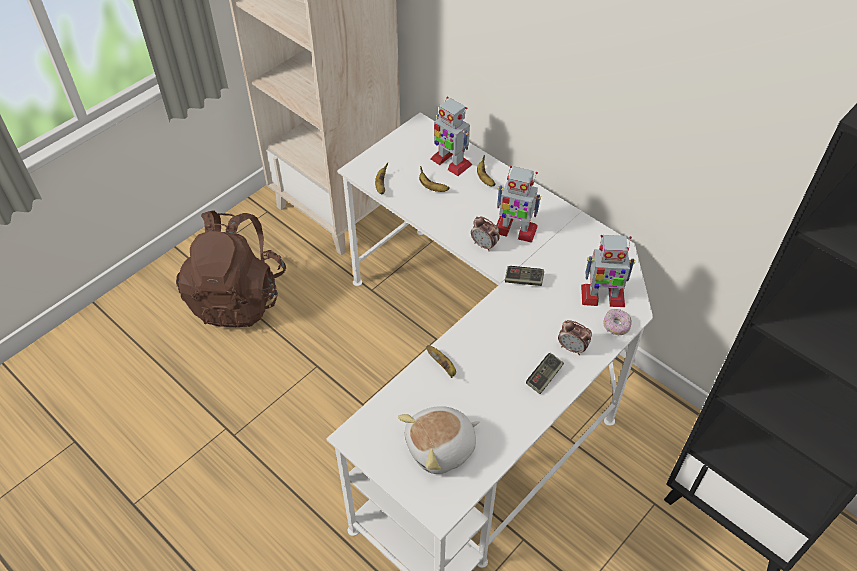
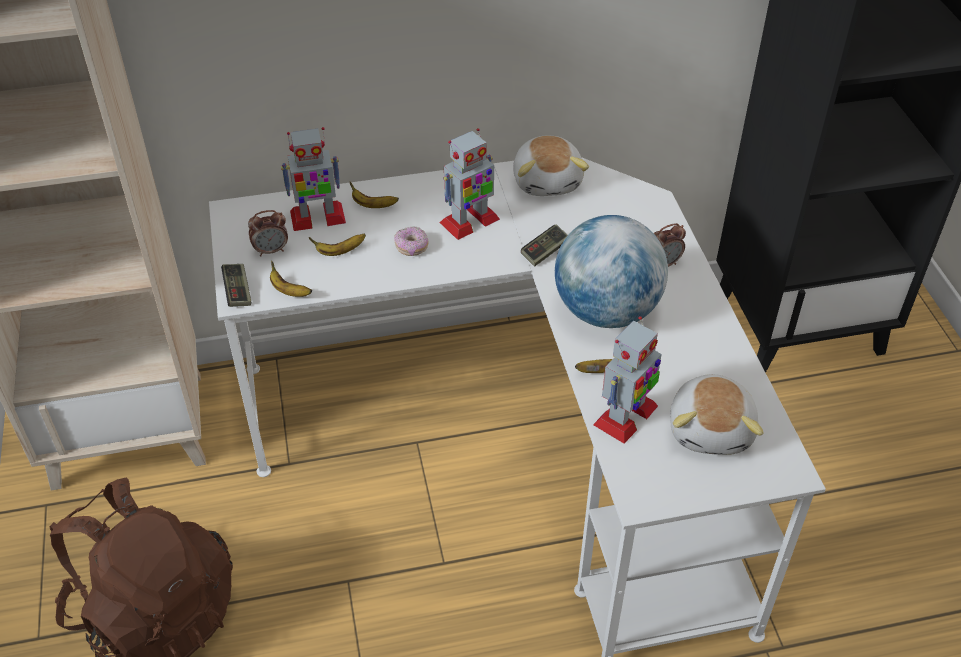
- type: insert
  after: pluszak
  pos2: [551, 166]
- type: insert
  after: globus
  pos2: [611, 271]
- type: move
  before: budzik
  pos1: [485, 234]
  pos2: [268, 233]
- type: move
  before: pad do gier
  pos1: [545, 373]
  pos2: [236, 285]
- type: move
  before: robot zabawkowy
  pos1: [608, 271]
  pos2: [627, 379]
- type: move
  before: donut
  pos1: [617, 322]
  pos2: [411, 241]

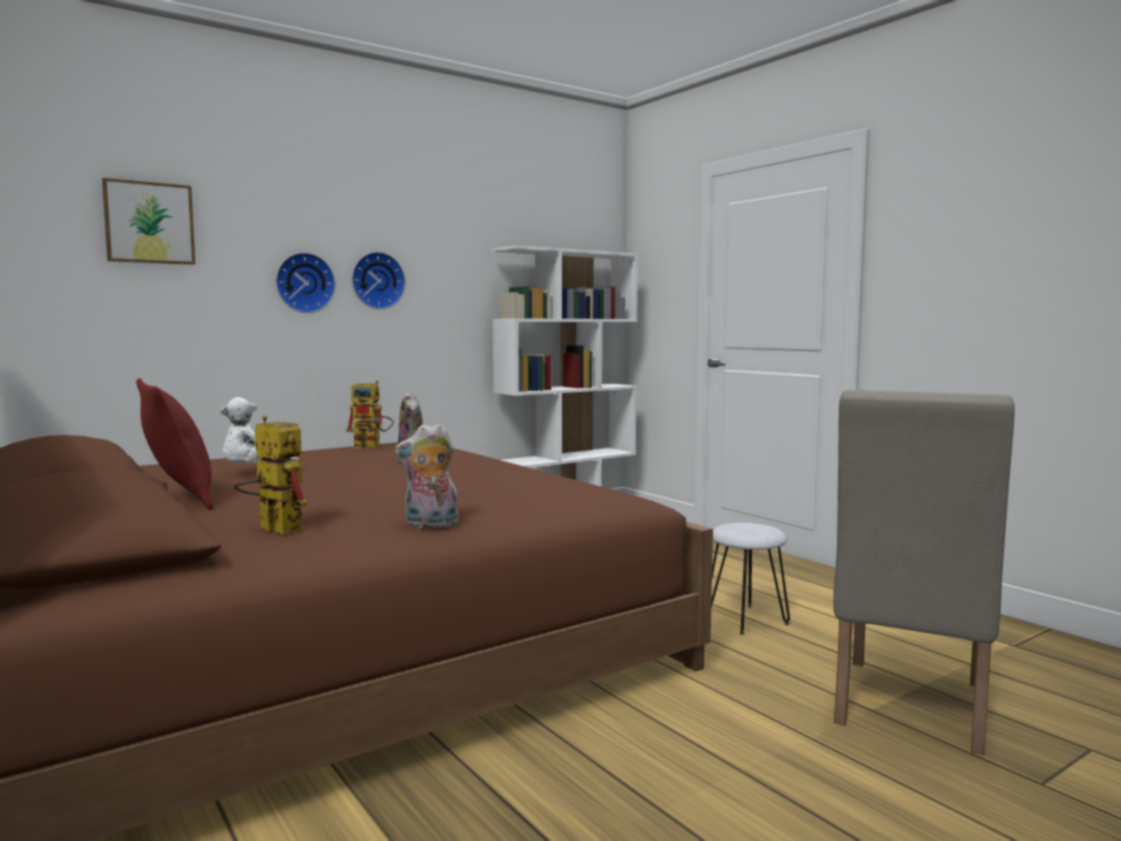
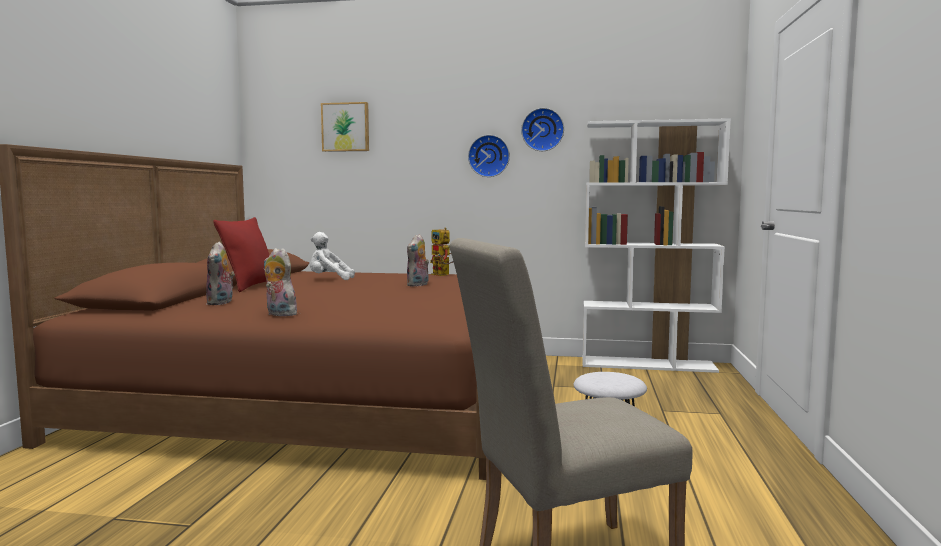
- type: move
  before: zegar ścienny
  pos1: [306, 282]
  pos2: [542, 129]
- type: replace
  before: robot zabawkowy
  after: pluszak
  pos1: [271, 475]
  pos2: [220, 273]

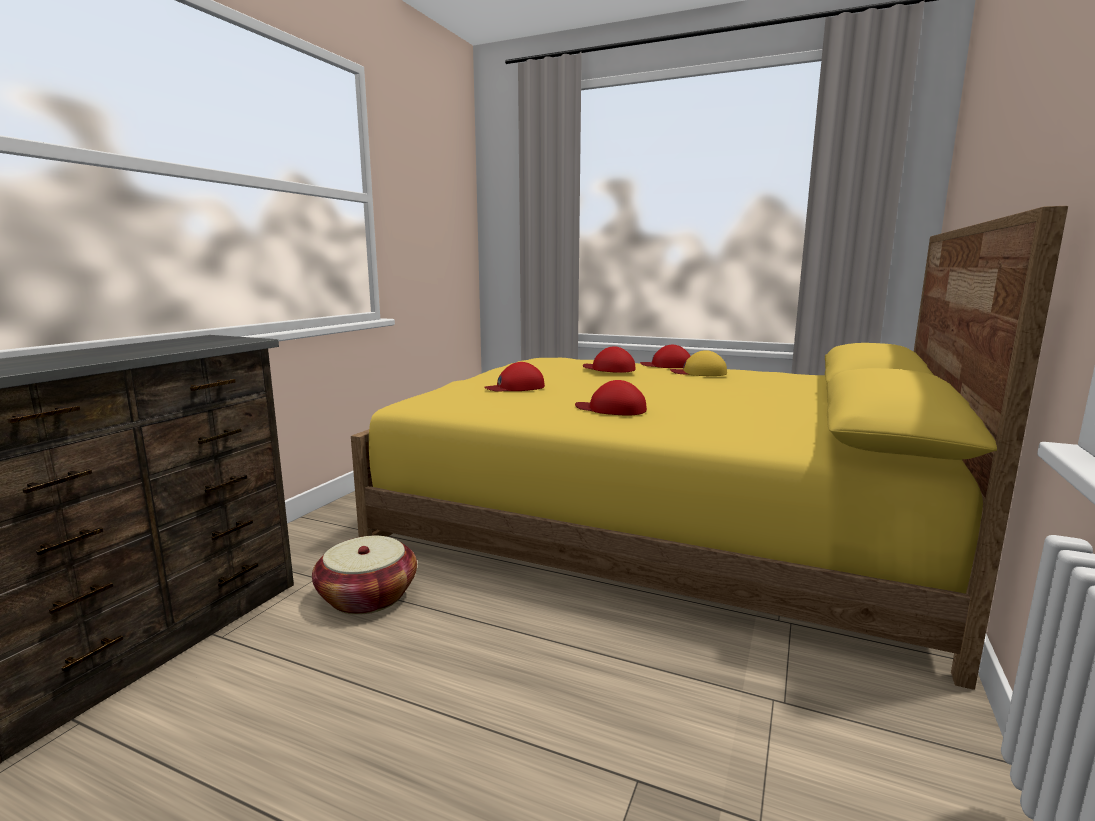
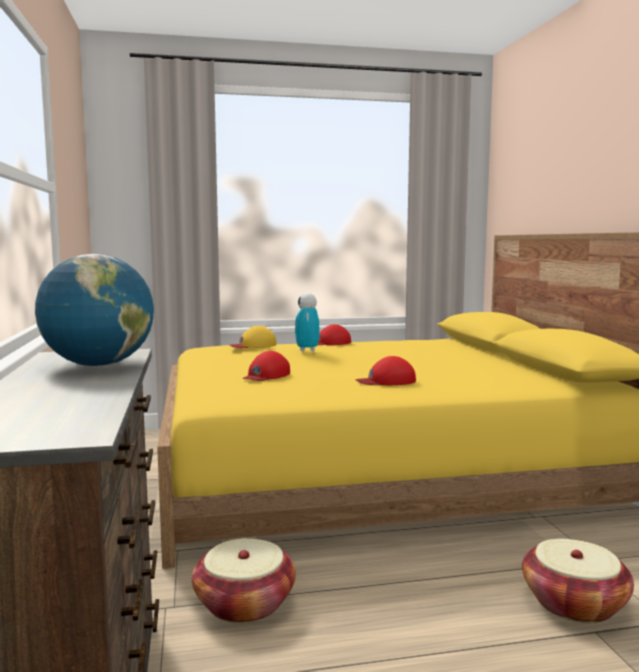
- type: insert
  after: globus
  pos2: [94, 310]
- type: insert
  after: koszyk
  pos2: [578, 581]
- type: move
  before: czapka z daszkiem/żółty
  pos1: [698, 363]
  pos2: [253, 337]
- type: replace
  before: czapka z daszkiem/czerwony
  after: robot zabawkowy
  pos1: [609, 359]
  pos2: [307, 322]

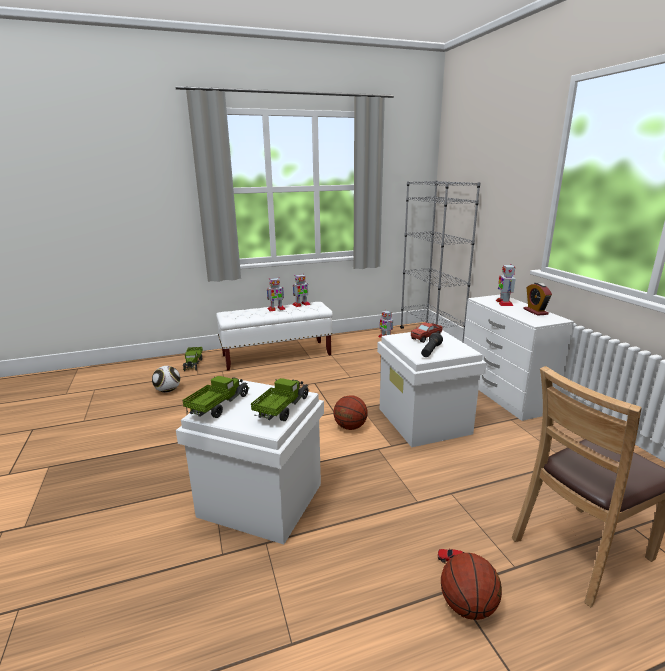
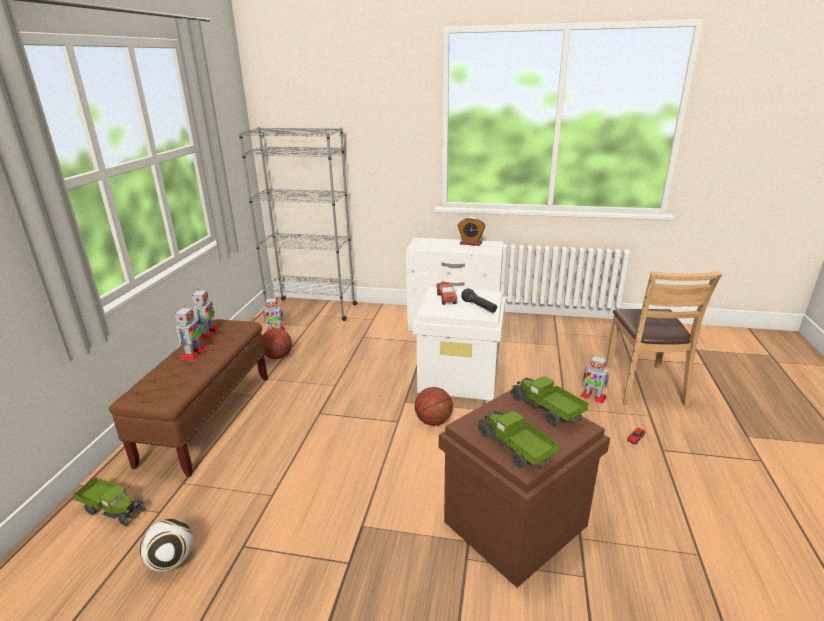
- type: move
  before: piłka do koszykówki
  pos1: [471, 586]
  pos2: [277, 343]
- type: move
  before: robot zabawkowy
  pos1: [506, 285]
  pos2: [595, 379]
- type: recolor
  before: pojemnik do przechowywania/biały
  after: pojemnik do przechowywania/brązowy
  pos1: [250, 462]
  pos2: [524, 486]
- type: recolor
  before: ławka/biały
  after: ławka/brązowy
  pos1: [274, 336]
  pos2: [188, 398]

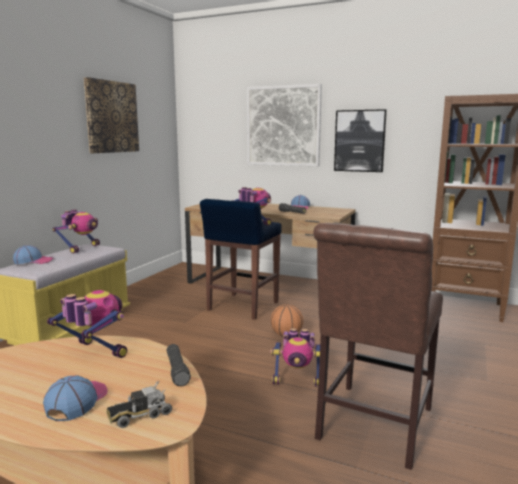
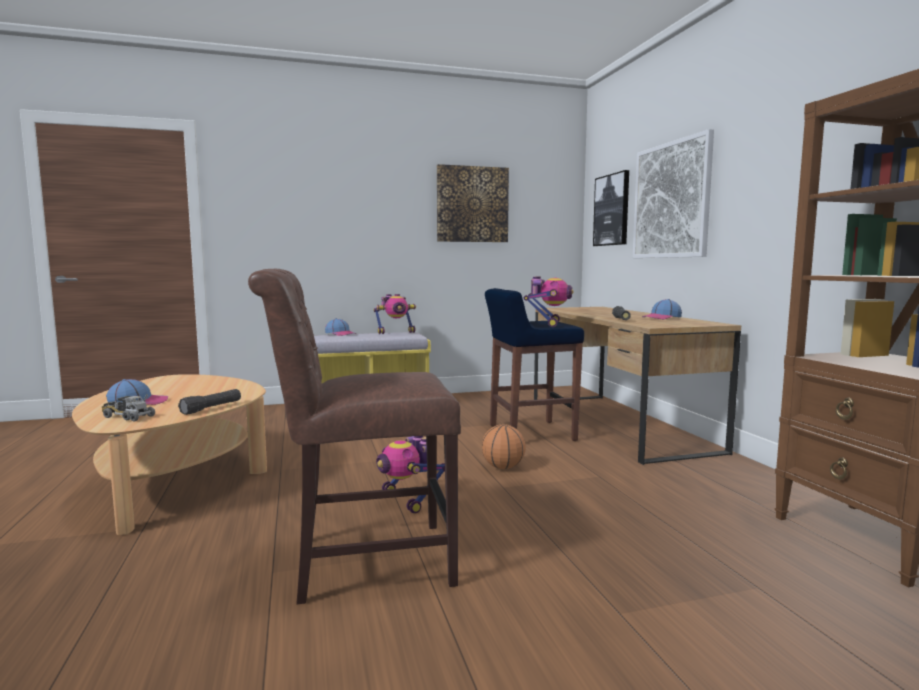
- type: delete
  before: robot zabawkowy
  pos1: [87, 324]
- type: move
  before: obraz
  pos1: [360, 140]
  pos2: [611, 208]

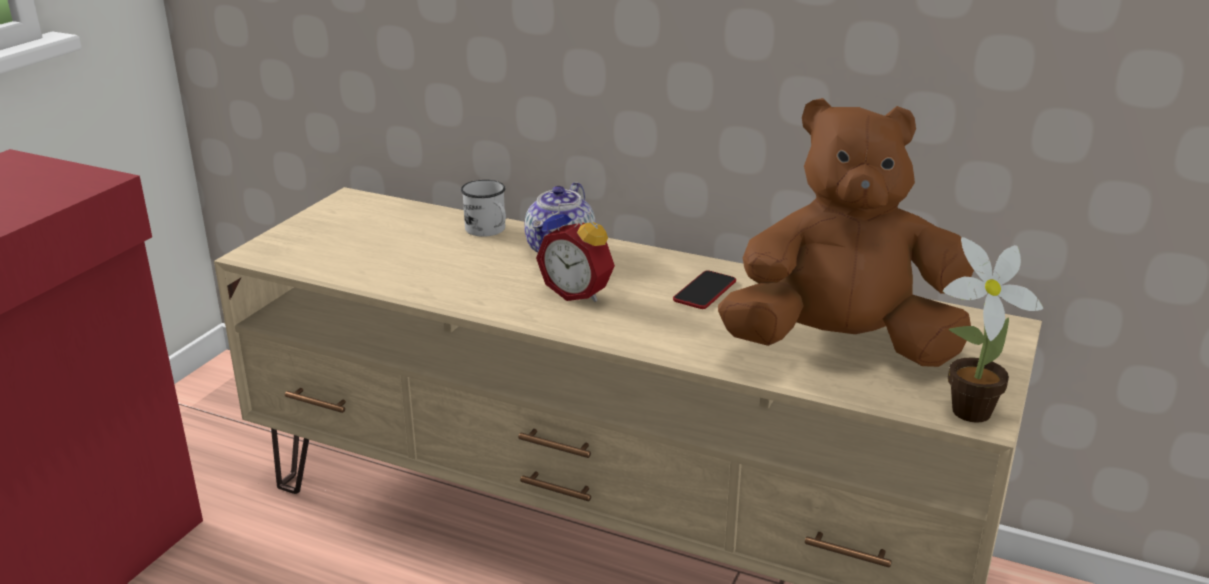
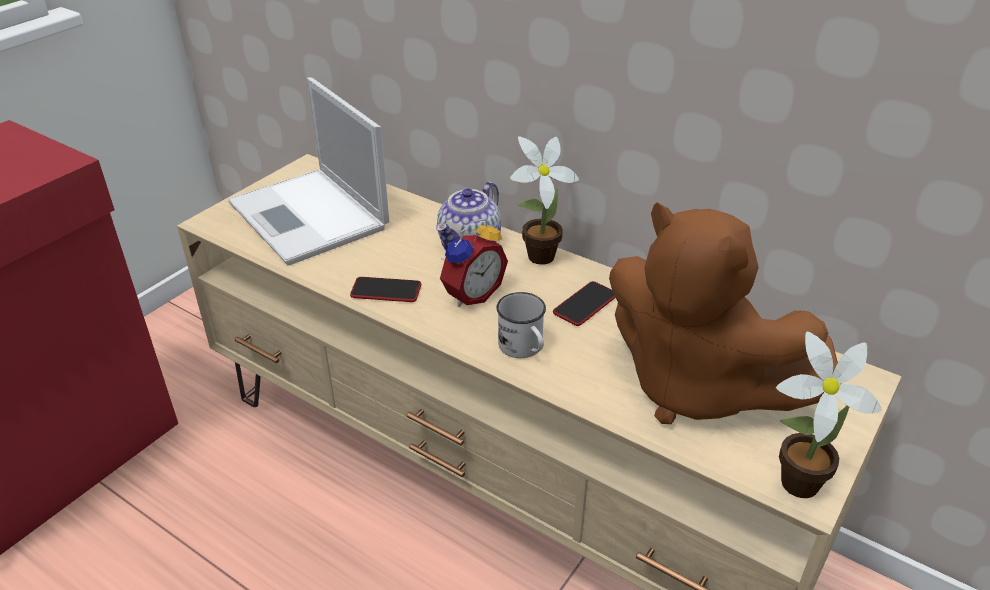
- type: insert
  after: laptop
  pos2: [308, 171]
- type: insert
  after: telefon
  pos2: [385, 289]
- type: insert
  after: roślina doniczkowa
  pos2: [544, 200]
- type: move
  before: kubek/biały
  pos1: [483, 208]
  pos2: [521, 325]
- type: rotate
  before: budzik
  pos1: [575, 252]
  pos2: [474, 262]
  turn: -90
- type: rotate
  before: pluszak/brązowy
  pos1: [846, 232]
  pos2: [723, 313]
  turn: -150

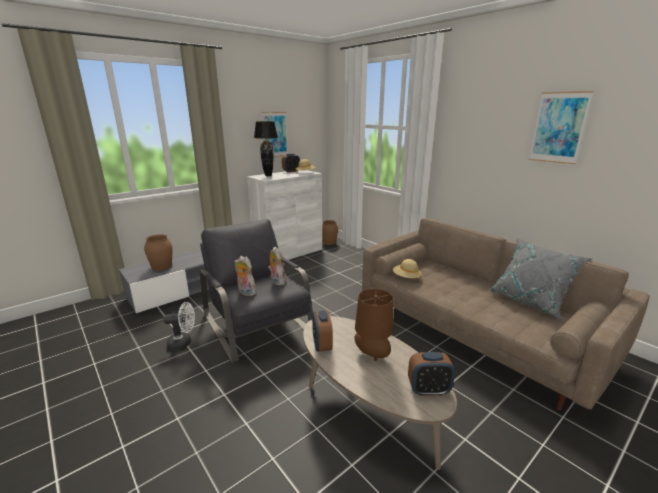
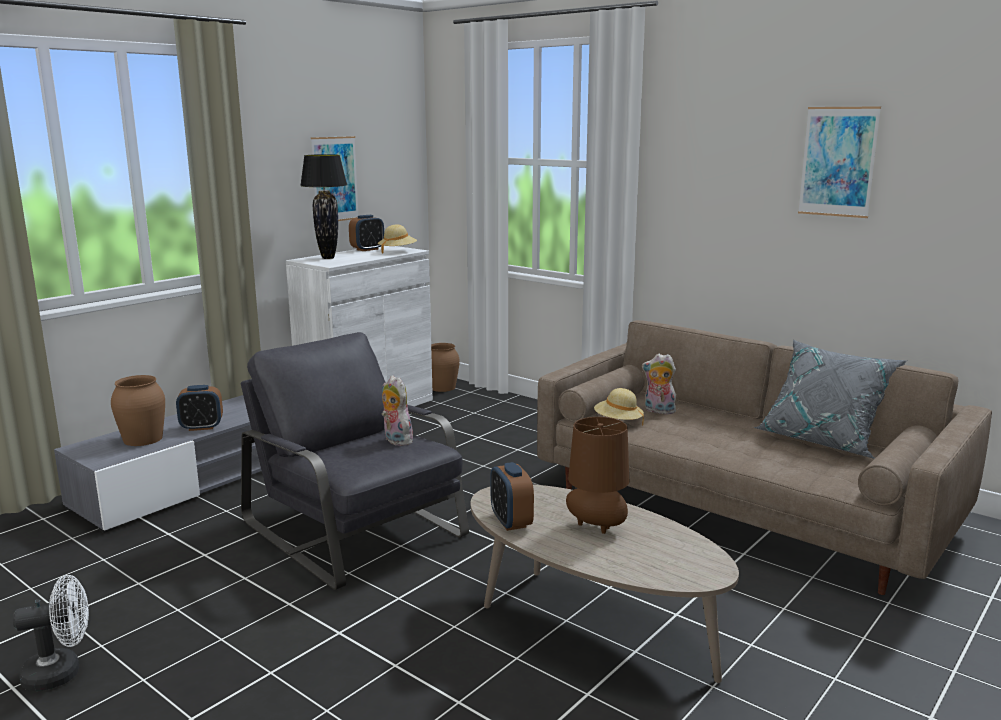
- type: move
  before: wentylator/biały
  pos1: [179, 326]
  pos2: [51, 633]
- type: move
  before: pluszak
  pos1: [245, 276]
  pos2: [659, 384]
- type: move
  before: budzik
  pos1: [431, 374]
  pos2: [199, 408]

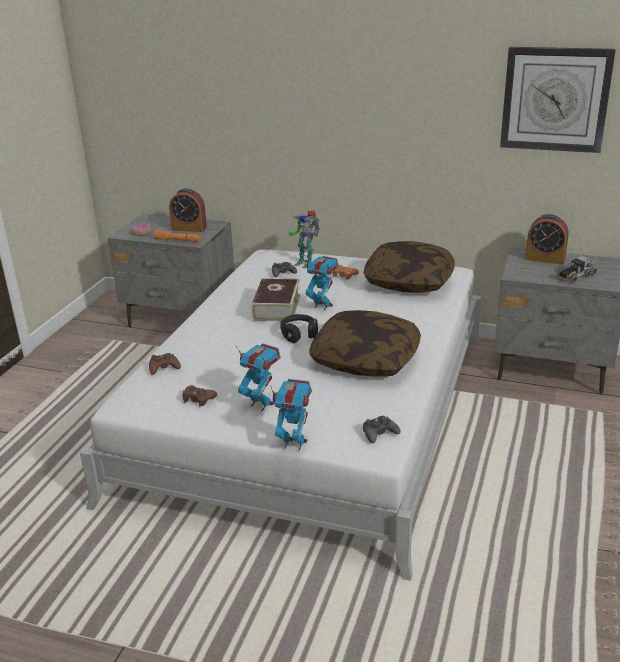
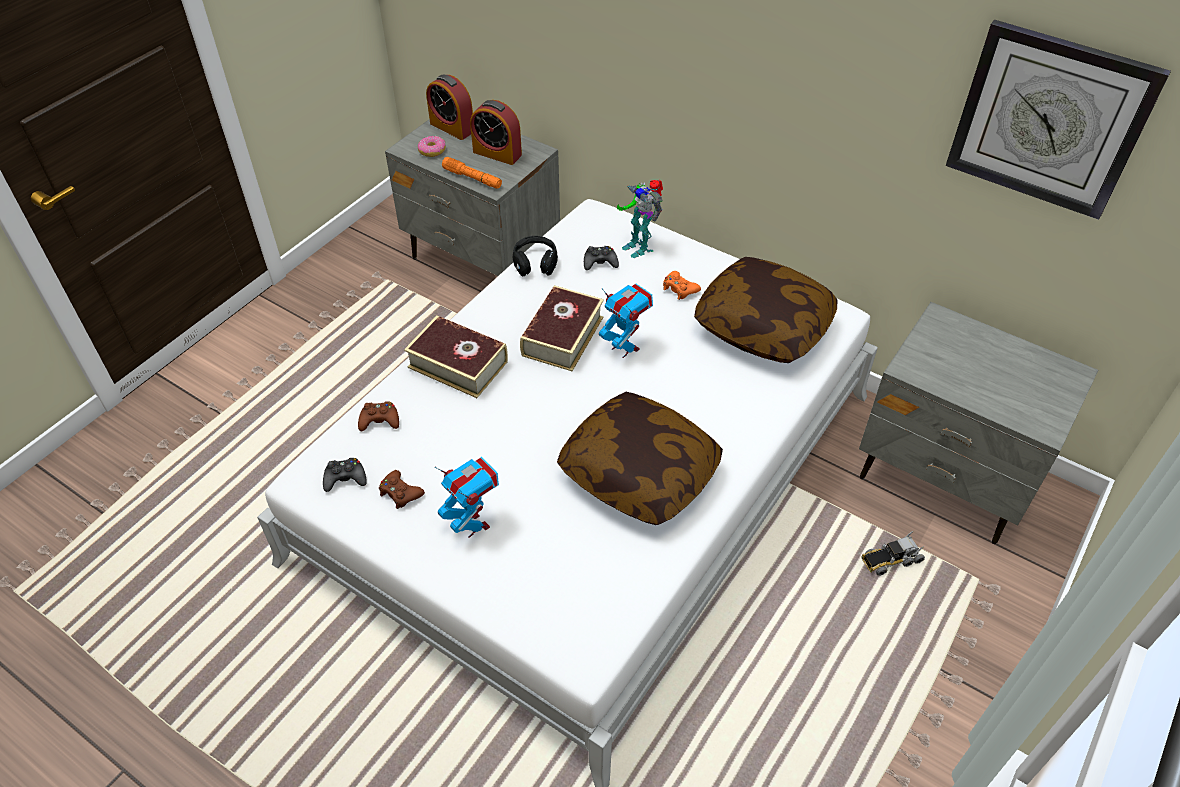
- type: delete
  before: robot zabawkowy
  pos1: [291, 415]
- type: insert
  after: książka
  pos2: [456, 357]
- type: move
  before: słuchawki/czarny
  pos1: [299, 328]
  pos2: [535, 256]
- type: move
  before: pad do gier/czarny
  pos1: [382, 429]
  pos2: [345, 475]
- type: move
  before: budzik
  pos1: [546, 239]
  pos2: [449, 107]
- type: move
  before: ciężarówka zabawkowa
  pos1: [577, 268]
  pos2: [893, 553]

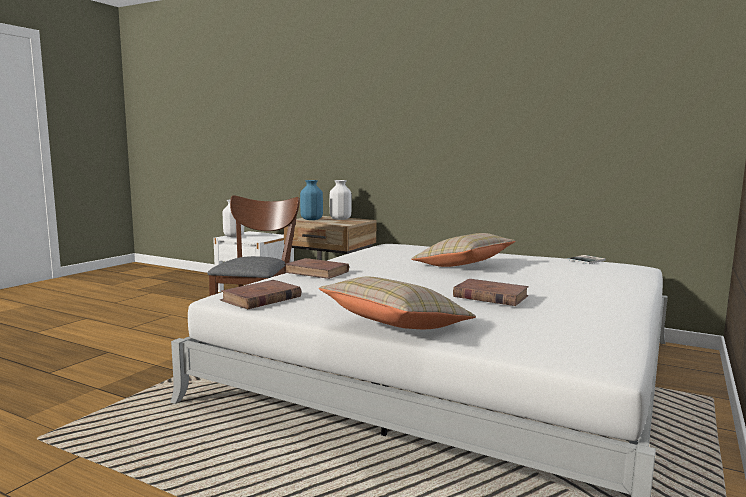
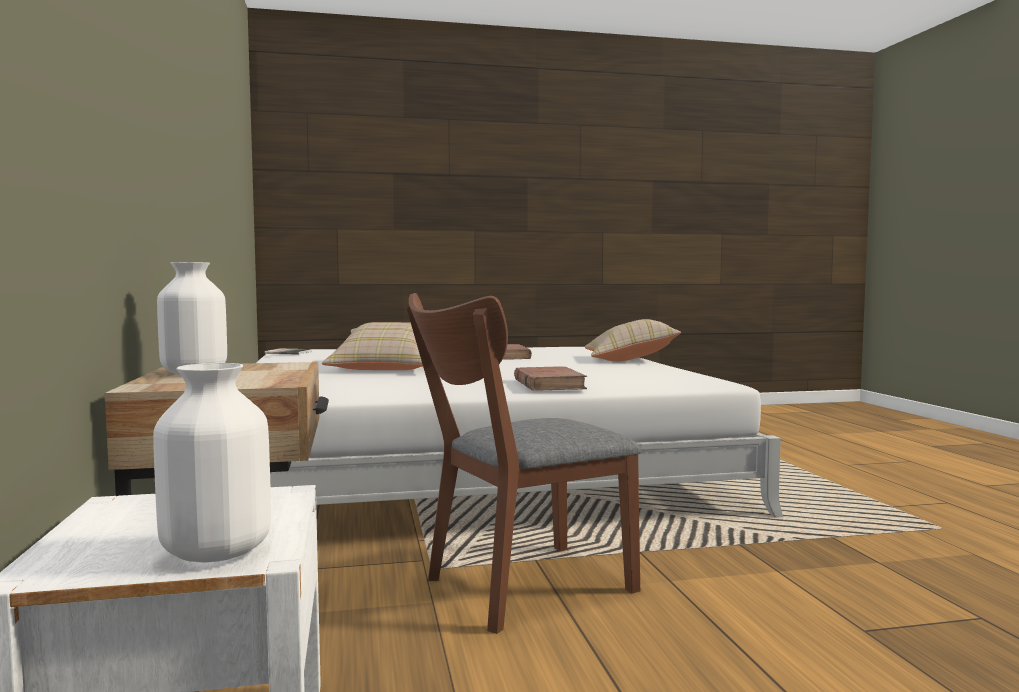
- type: delete
  before: książka/brązowy
  pos1: [260, 294]
- type: delete
  before: wazon/niebieski
  pos1: [311, 200]

